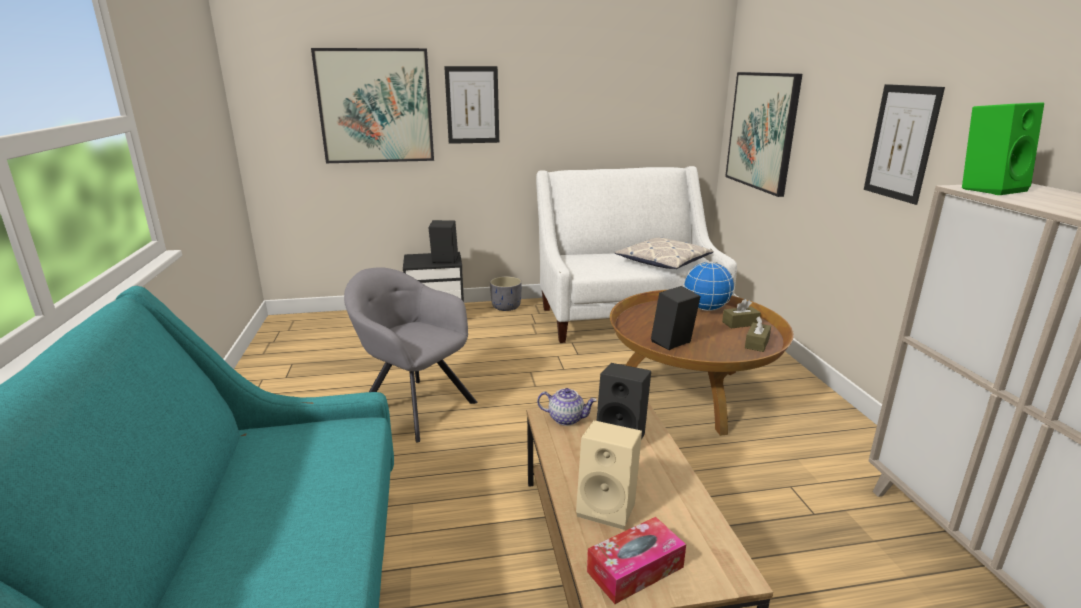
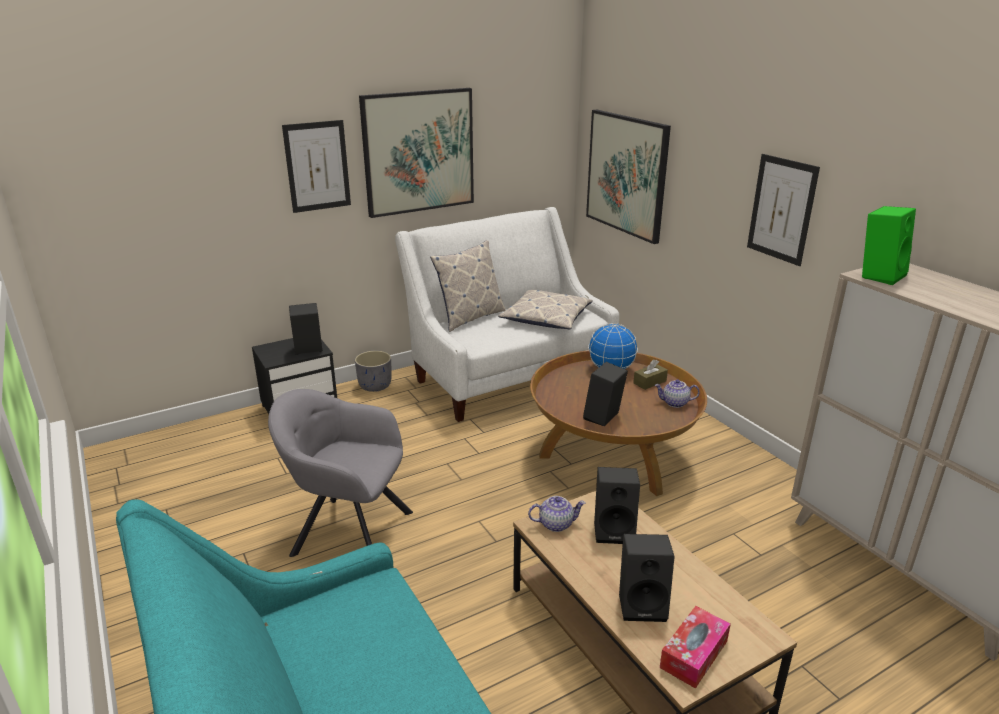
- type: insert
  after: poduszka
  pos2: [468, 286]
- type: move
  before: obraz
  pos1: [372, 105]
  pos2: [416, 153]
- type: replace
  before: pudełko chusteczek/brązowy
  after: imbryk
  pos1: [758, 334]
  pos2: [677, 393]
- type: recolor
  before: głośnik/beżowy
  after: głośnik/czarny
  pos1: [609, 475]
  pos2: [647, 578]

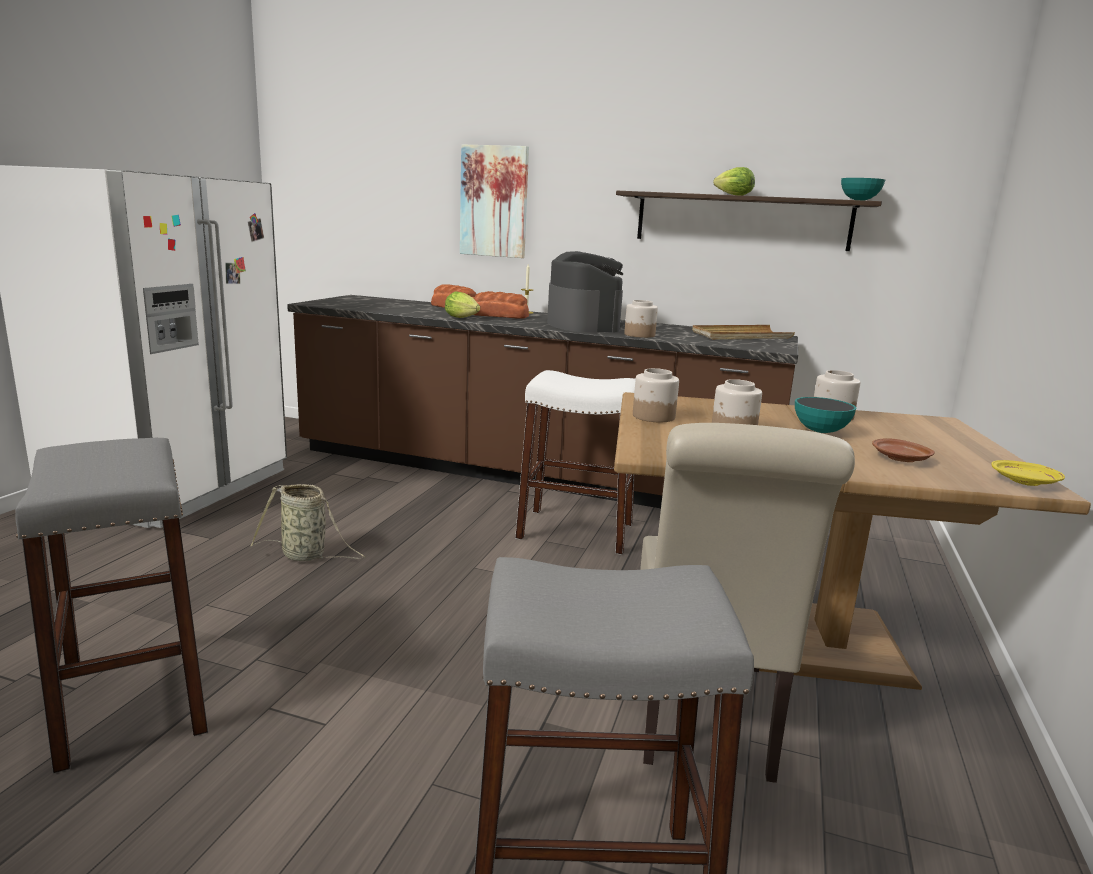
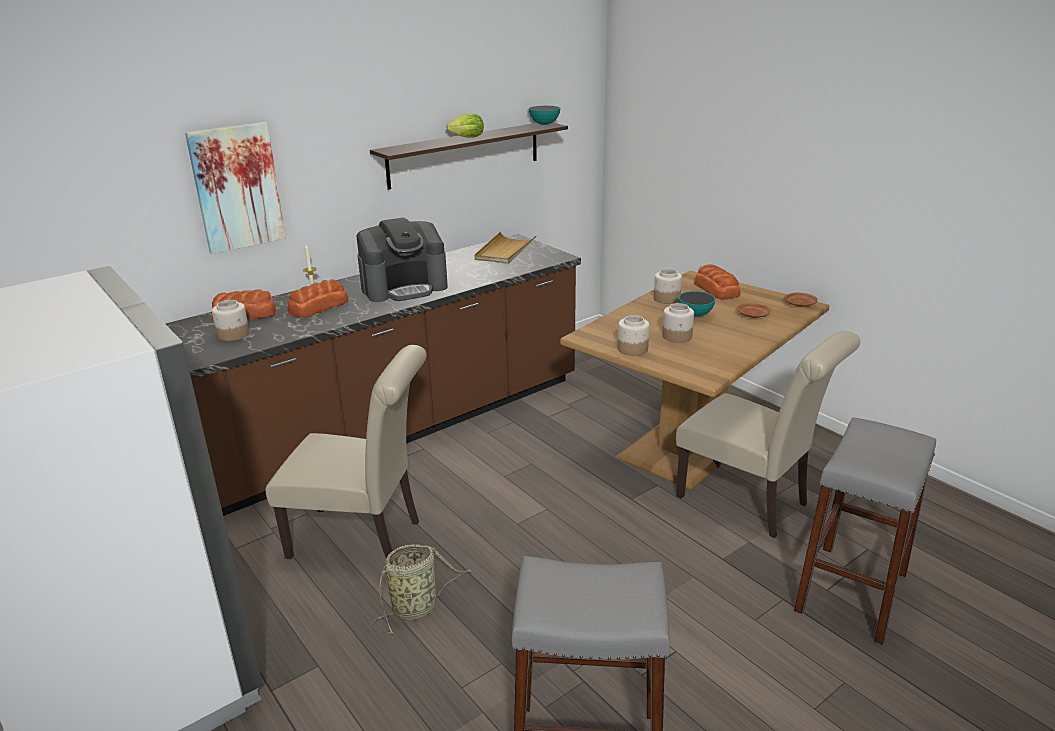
- type: delete
  before: sałata
  pos1: [462, 305]
- type: delete
  before: stołek/biały
  pos1: [575, 462]
- type: insert
  after: krzesło/beżowy
  pos2: [346, 452]
- type: insert
  after: chleb
  pos2: [717, 282]
- type: move
  before: słoik
  pos1: [641, 319]
  pos2: [230, 320]
- type: recolor
  before: talerz/żółty
  after: talerz/brązowy
  pos1: [1028, 473]
  pos2: [801, 299]
- type: rotate
  before: ekspres do kawy
  pos1: [585, 291]
  pos2: [402, 260]
  turn: 135

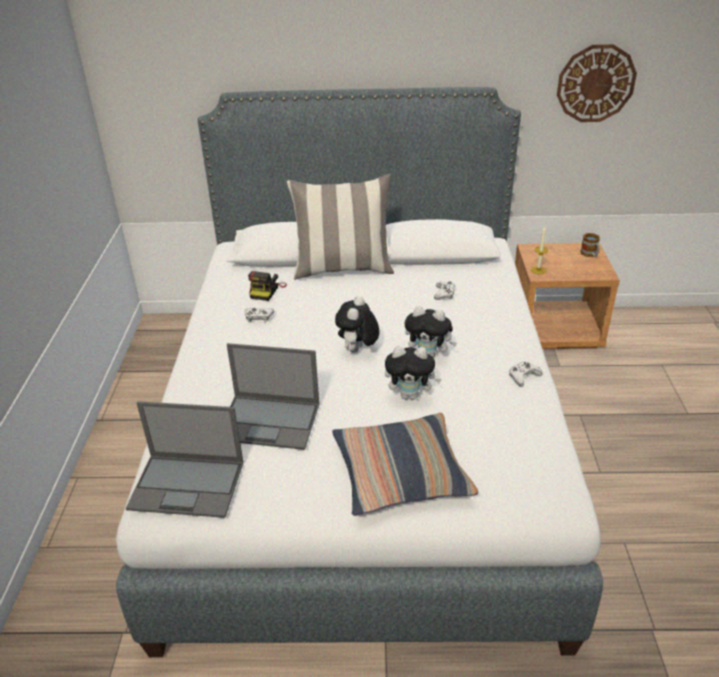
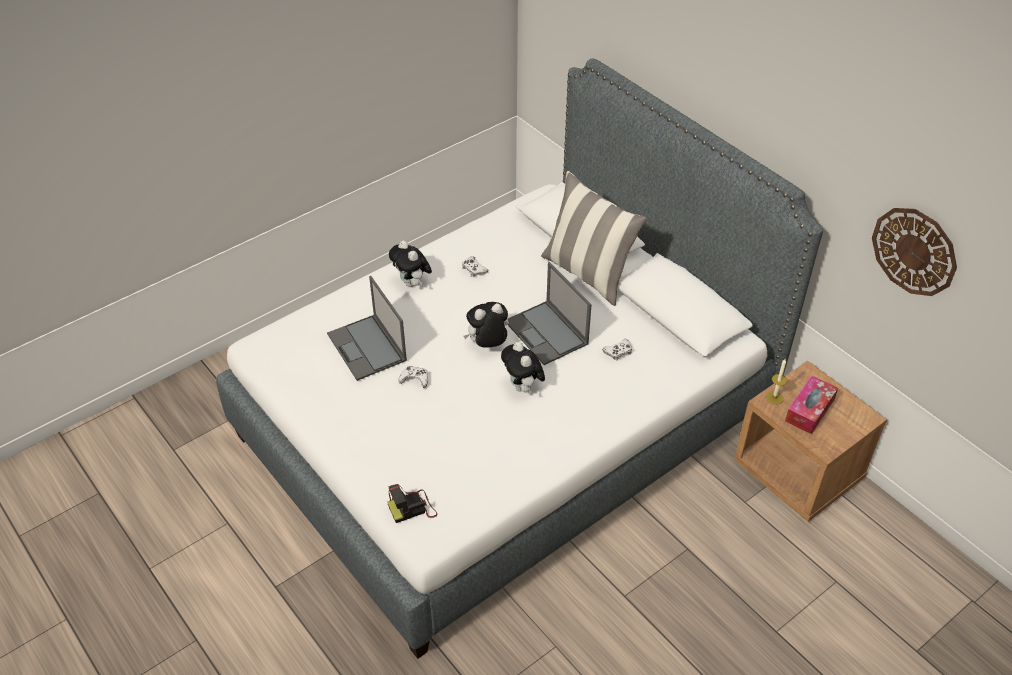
- type: delete
  before: poduszka
  pos1: [405, 464]
- type: delete
  before: kubek
  pos1: [590, 245]
- type: insert
  after: pudełko chusteczek
  pos2: [811, 405]
- type: move
  before: laptop
  pos1: [185, 459]
  pos2: [550, 313]
- type: move
  before: aparat fotograficzny
  pos1: [267, 286]
  pos2: [412, 503]
- type: move
  before: pluszak
  pos1: [413, 373]
  pos2: [410, 263]
- type: move
  before: pad do gier/biały
  pos1: [525, 374]
  pos2: [413, 377]

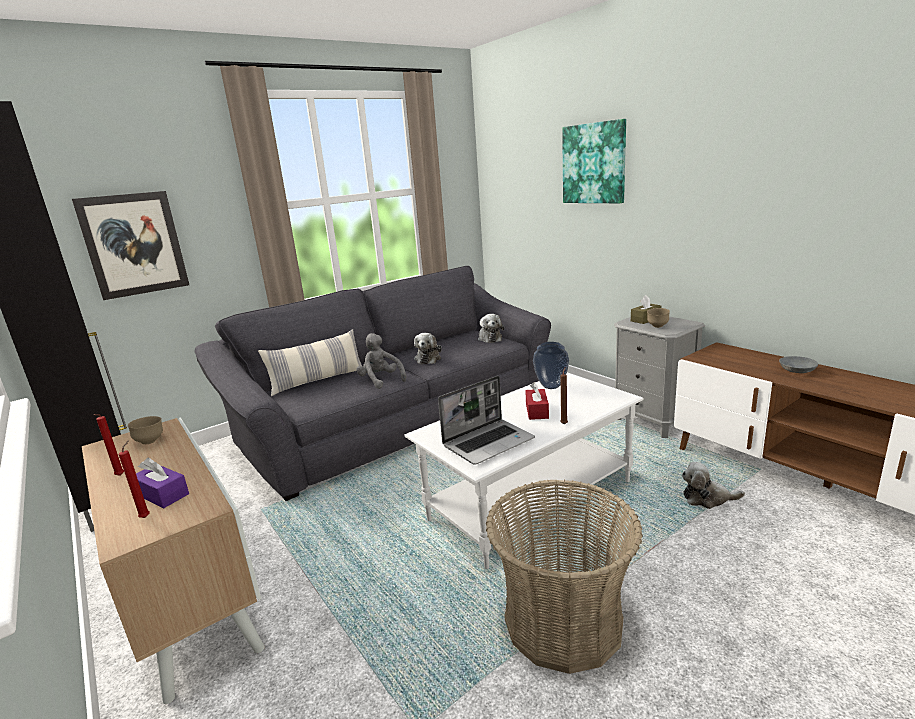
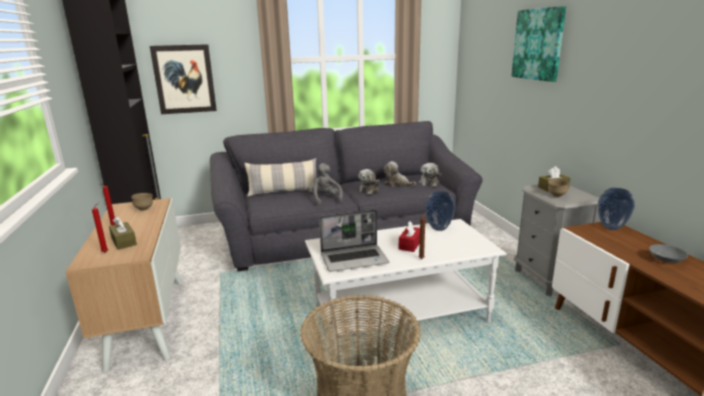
- type: insert
  after: wazon
  pos2: [616, 209]
- type: move
  before: pluszak
  pos1: [713, 485]
  pos2: [400, 174]
- type: recolor
  before: pudełko chusteczek/fioletowy
  after: pudełko chusteczek/brązowy
  pos1: [162, 483]
  pos2: [123, 233]

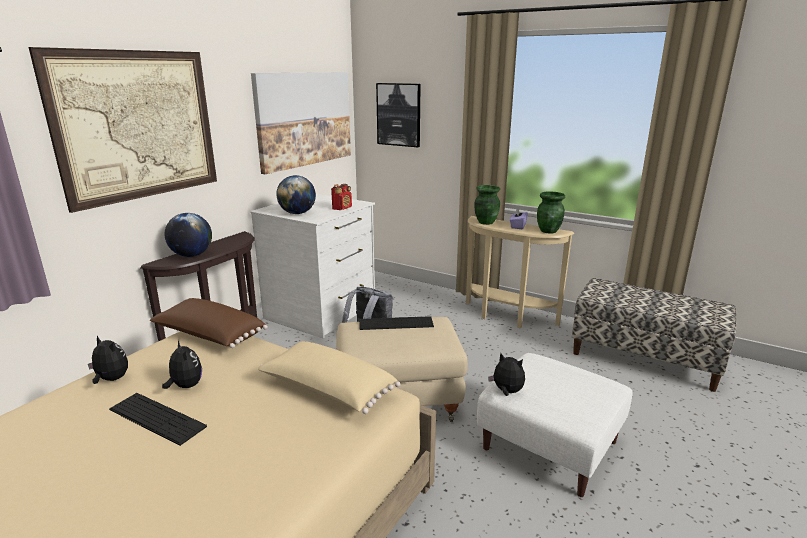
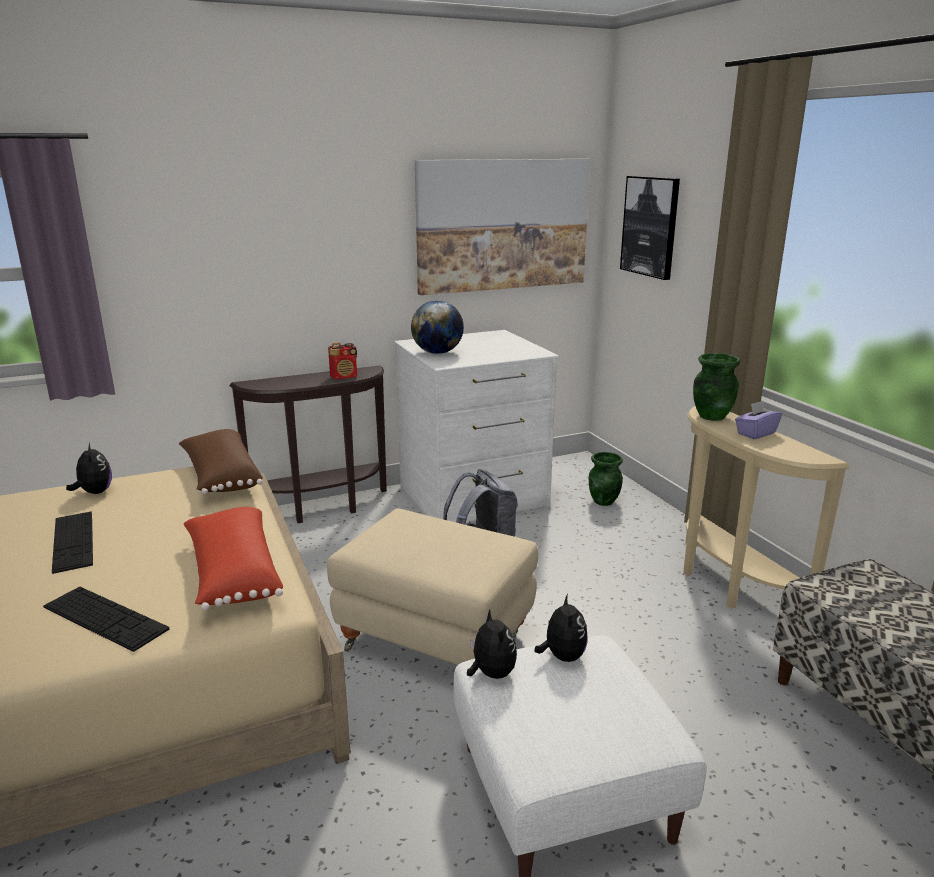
- type: delete
  before: obraz
  pos1: [123, 130]
- type: delete
  before: globus
  pos1: [188, 235]
- type: move
  before: pluszak
  pos1: [182, 364]
  pos2: [561, 628]
- type: move
  before: radio
  pos1: [341, 197]
  pos2: [342, 360]
- type: move
  before: klawiatura
  pos1: [397, 323]
  pos2: [106, 619]
- type: move
  before: wazon/zielony
  pos1: [551, 212]
  pos2: [606, 479]
- type: recolor
  before: poduszka/beżowy
  after: poduszka/czerwony
  pos1: [329, 377]
  pos2: [233, 559]

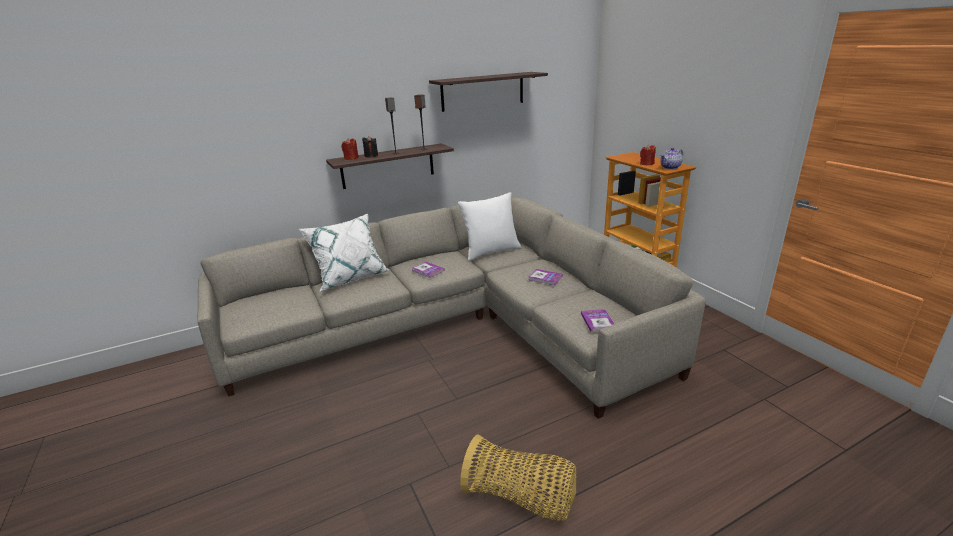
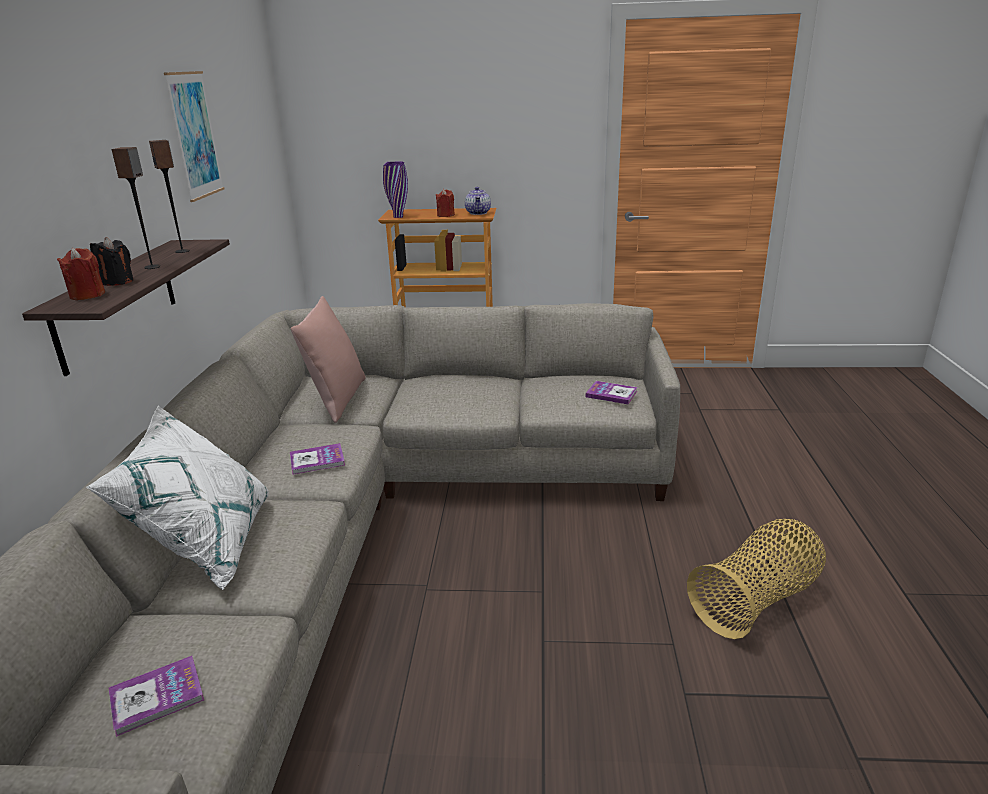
- type: insert
  after: wazon/fioletowy
  pos2: [395, 189]
- type: move
  before: książka
  pos1: [545, 277]
  pos2: [156, 696]
- type: replace
  before: półka
  after: obraz
  pos1: [488, 92]
  pos2: [194, 136]
- type: recolor
  before: poduszka/biały
  after: poduszka/różowy
  pos1: [489, 226]
  pos2: [328, 359]

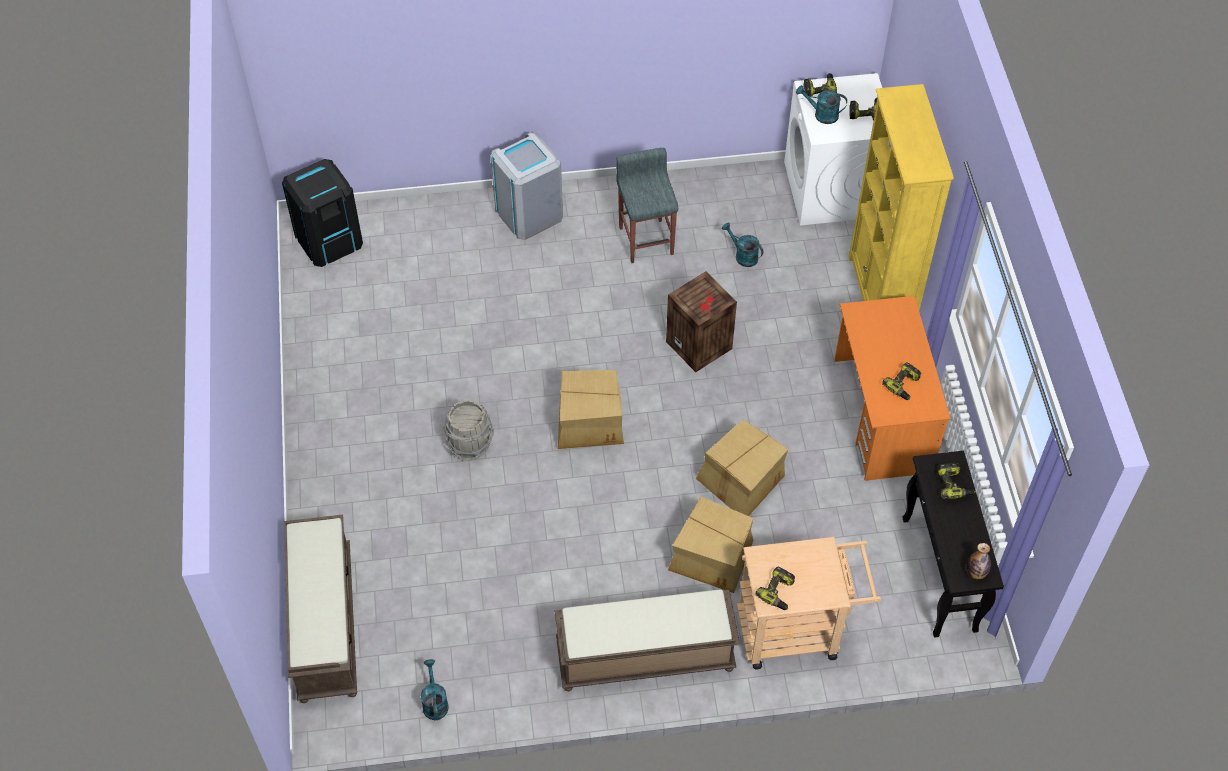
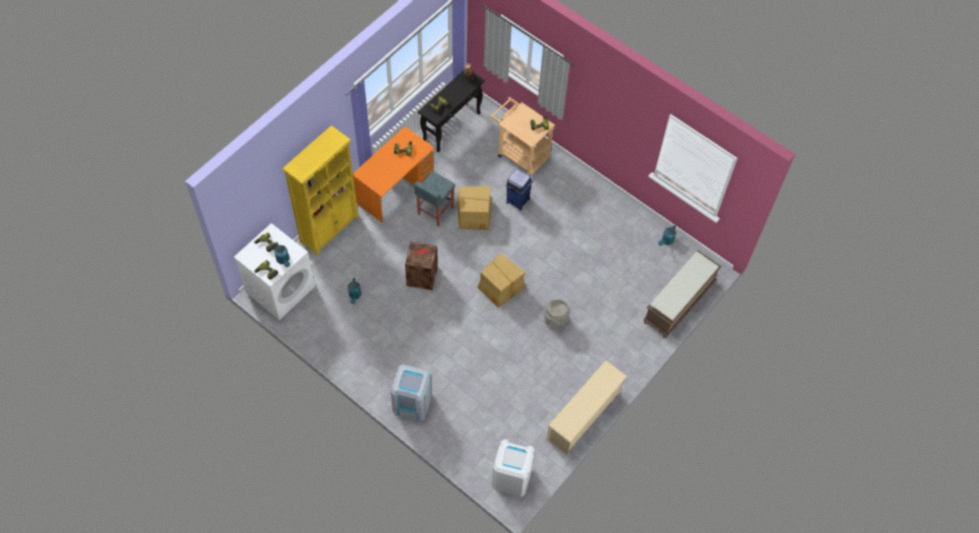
- type: delete
  before: ławka/brązowy
  pos1: [647, 640]
- type: insert
  after: regał na buty/beżowy
  pos2: [586, 407]
- type: move
  before: stołek/szary
  pos1: [647, 205]
  pos2: [434, 199]
- type: replace
  before: karton
  after: kosz na śmieci/niebieski
  pos1: [711, 545]
  pos2: [519, 190]
- type: recolor
  before: kosz na śmieci/czarny
  after: kosz na śmieci/biały
  pos1: [322, 213]
  pos2: [513, 468]

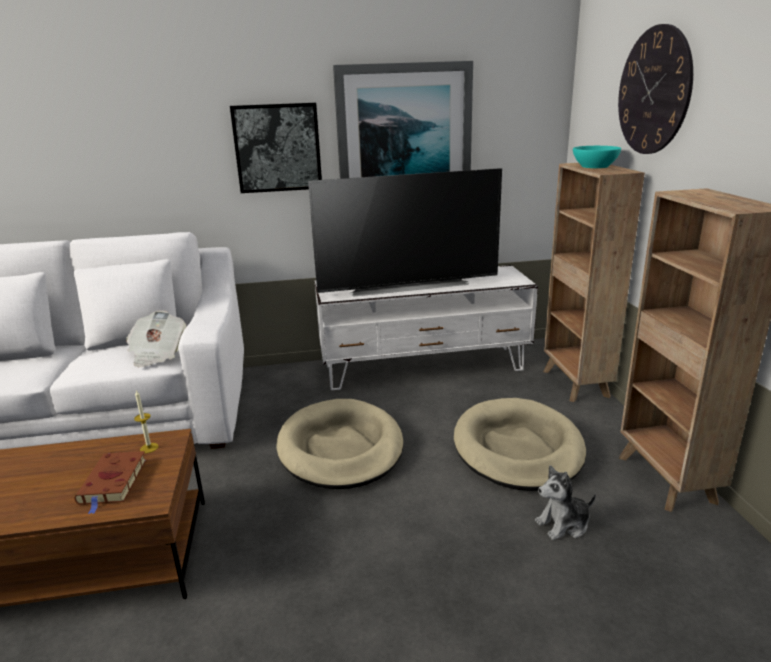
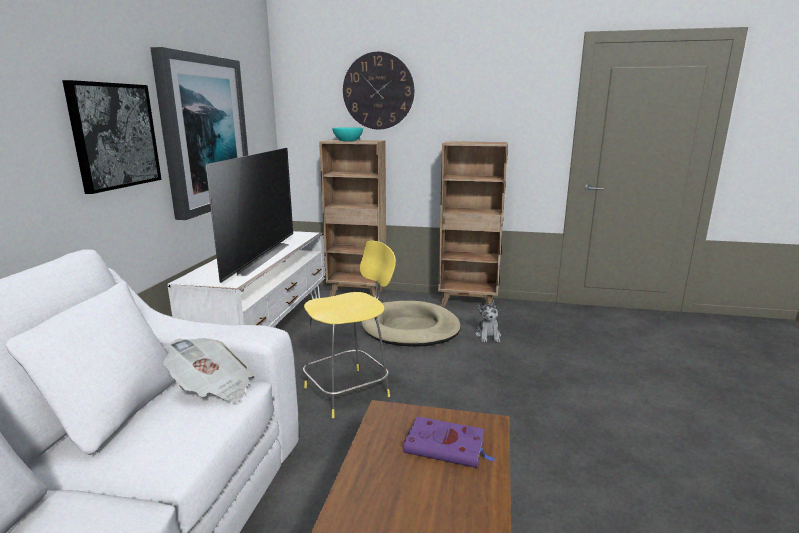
- type: delete
  before: świeca
  pos1: [146, 421]
- type: replace
  before: legowisko/beżowy
  after: stołek/żółty
  pos1: [340, 444]
  pos2: [349, 329]
- type: recolor
  before: książka/brązowy
  after: książka/fioletowy
  pos1: [110, 482]
  pos2: [449, 442]

